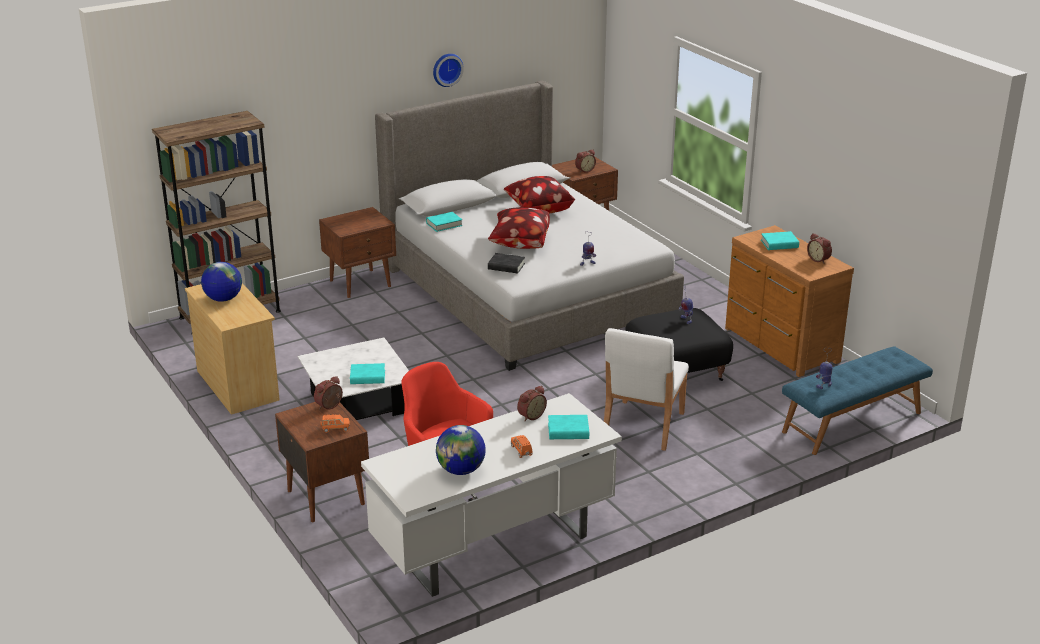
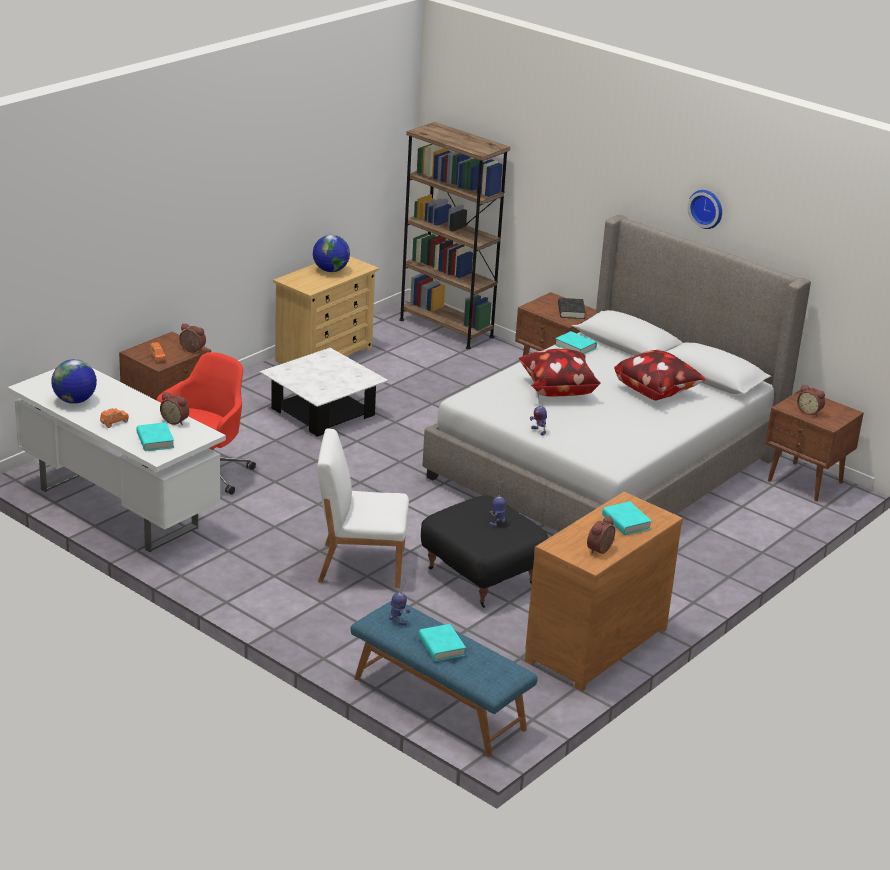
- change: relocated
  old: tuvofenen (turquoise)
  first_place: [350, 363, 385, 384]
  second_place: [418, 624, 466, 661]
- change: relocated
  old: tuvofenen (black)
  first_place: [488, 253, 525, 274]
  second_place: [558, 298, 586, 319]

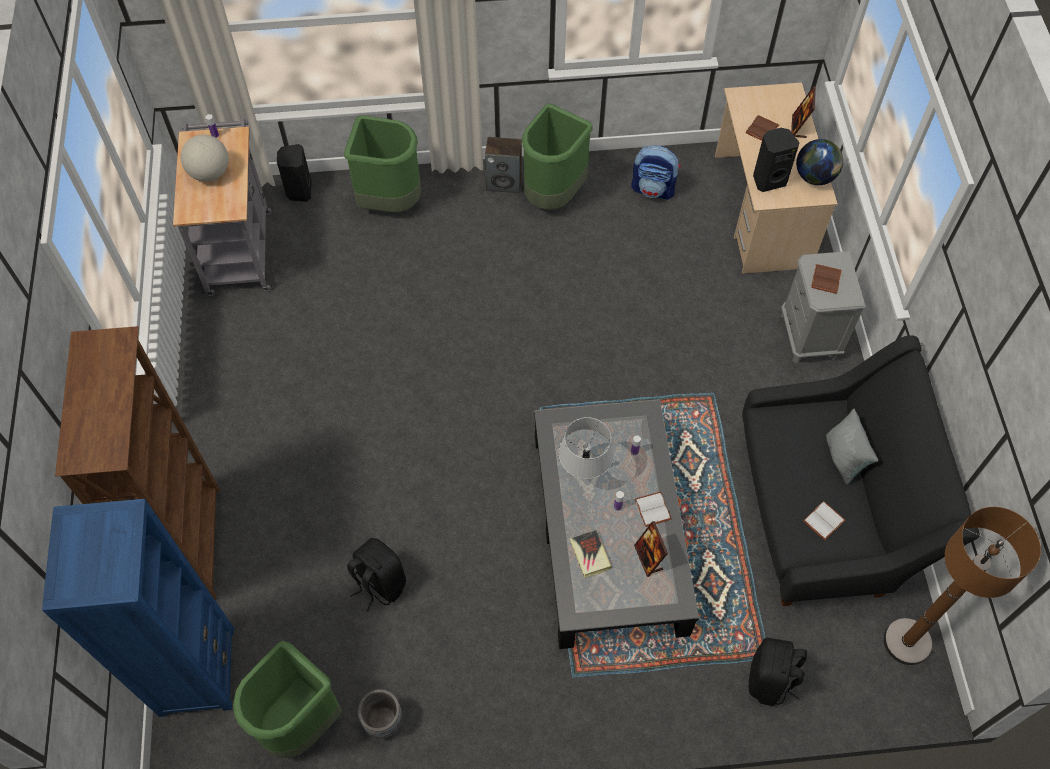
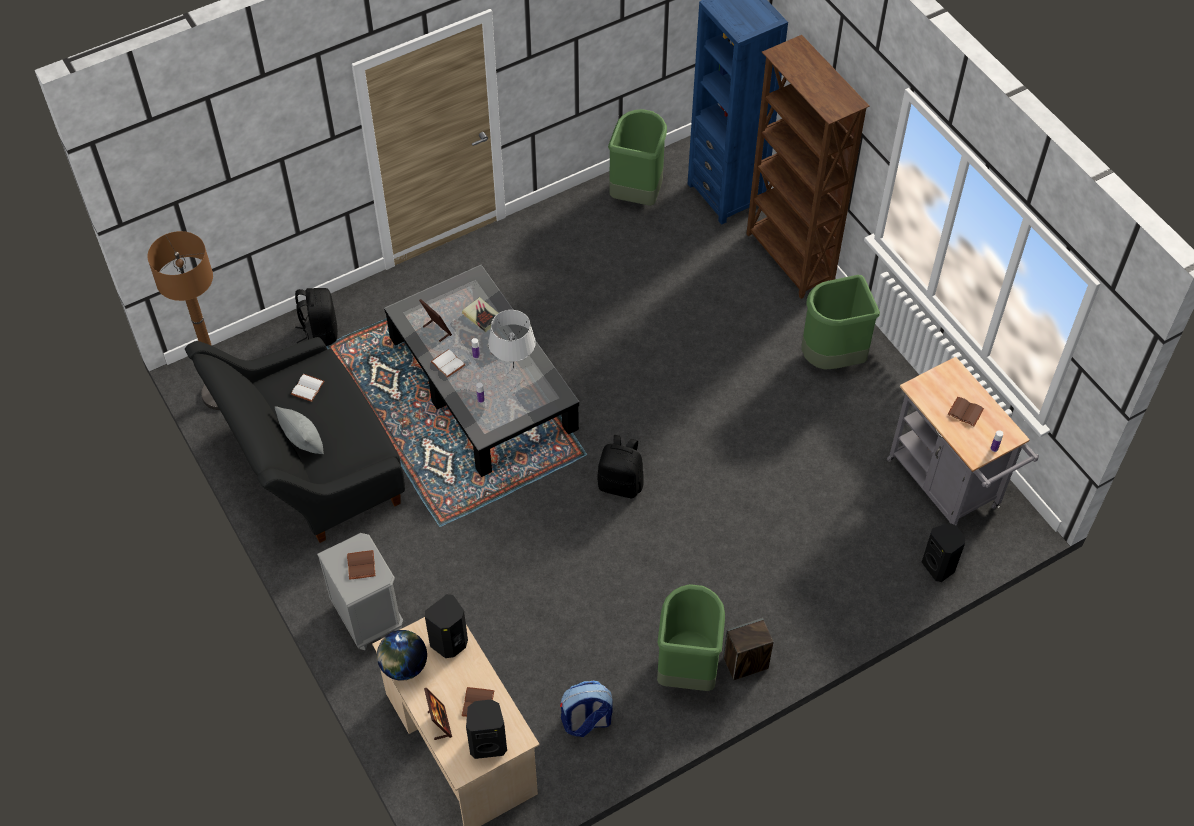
- change: appeared
  new: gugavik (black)
  second_place: [466, 700, 507, 759]
- change: relocated
  old: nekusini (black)
  first_place: [347, 538, 406, 612]
  second_place: [597, 435, 644, 498]
- change: relocated
  old: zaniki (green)
  first_place: [344, 115, 421, 212]
  second_place: [801, 275, 880, 370]
- change: exchanged
  old: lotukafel
  new: tuvofenen (brown)
  first_place: [181, 135, 229, 182]
  second_place: [948, 397, 984, 426]
- change: missing
  old: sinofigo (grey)
  first_place: [358, 689, 403, 739]

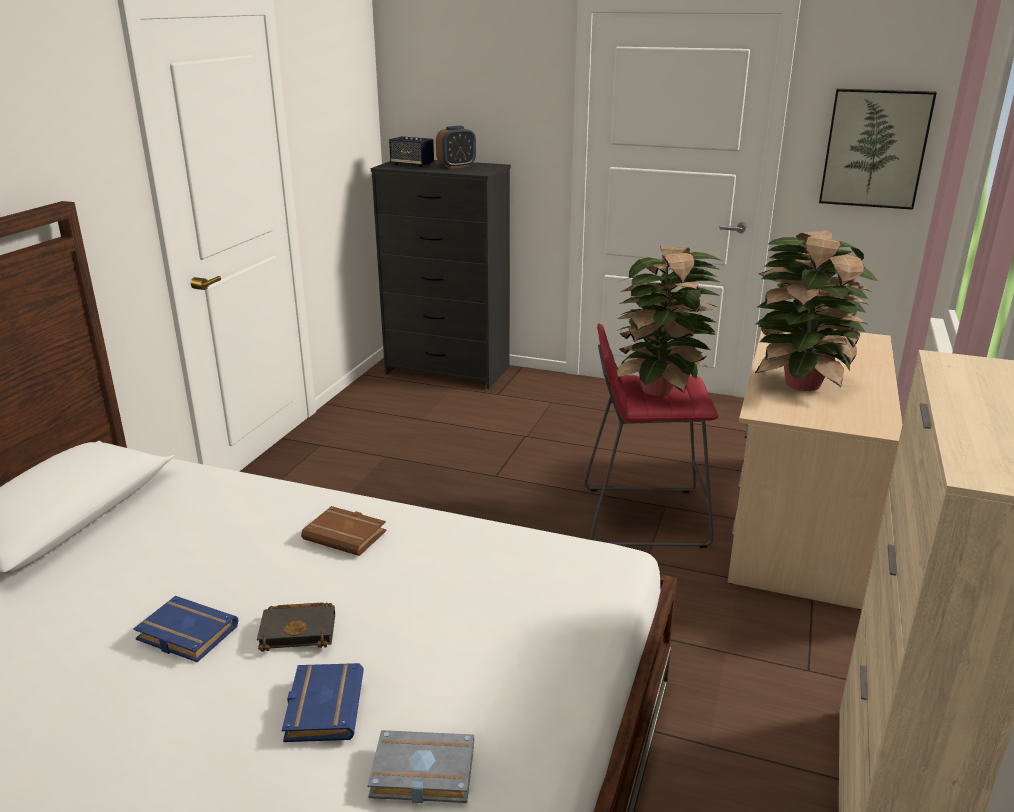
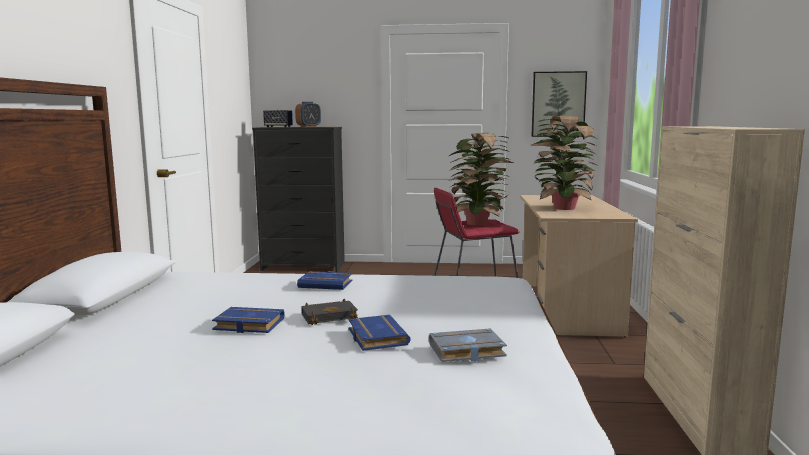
- change: colour
  old: tuvofenen (brown)
  new: tuvofenen (blue)
  first_place: [301, 506, 386, 556]
  second_place: [297, 271, 352, 290]

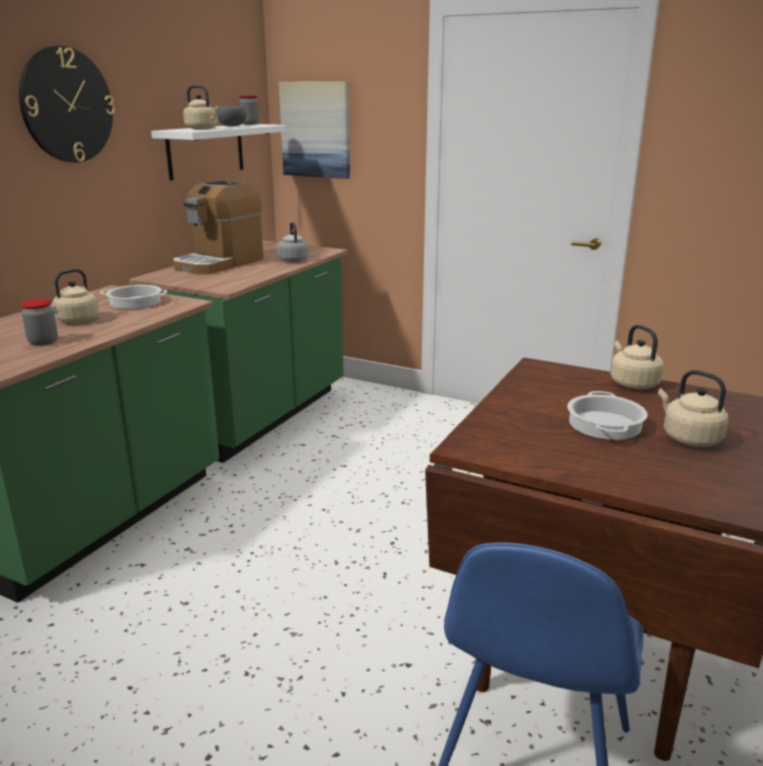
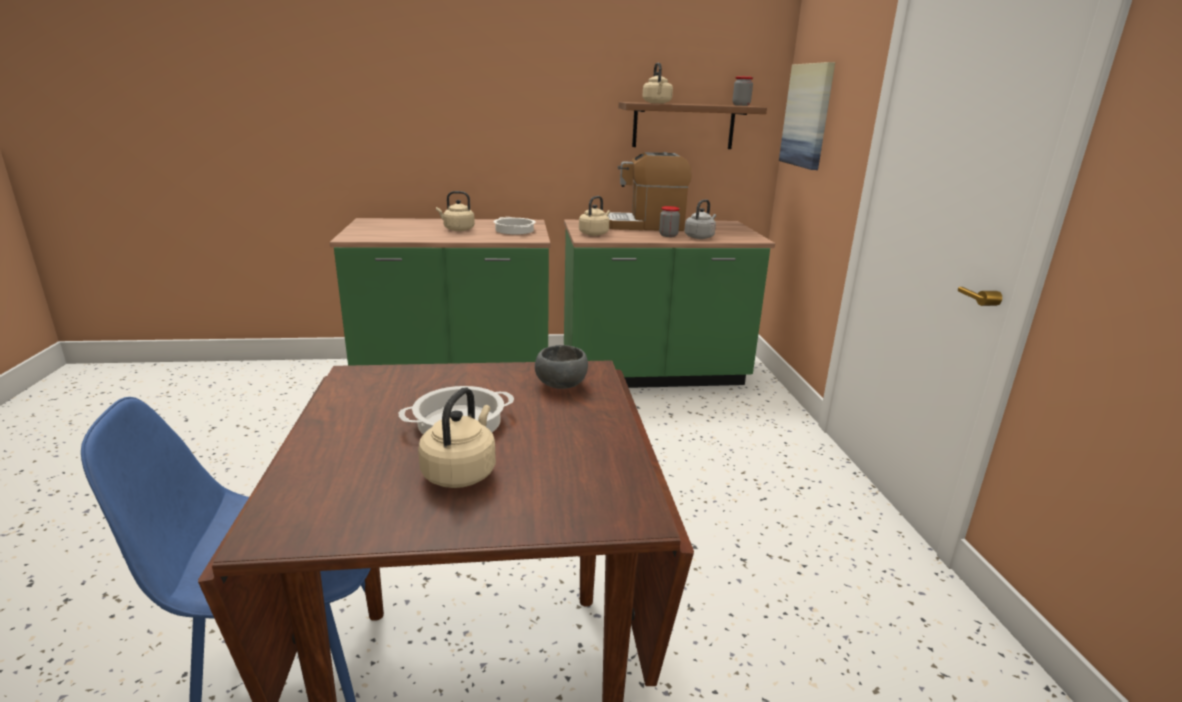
- change: relocated
  old: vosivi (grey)
  first_place: [217, 106, 246, 126]
  second_place: [535, 345, 588, 389]
- change: relocated
  old: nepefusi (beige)
  first_place: [611, 325, 664, 389]
  second_place: [579, 196, 610, 236]
- change: colour
  old: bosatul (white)
  new: bosatul (brown)
  first_place: [151, 124, 287, 181]
  second_place: [619, 102, 767, 149]
- change: relocated
  old: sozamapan
  first_place: [21, 299, 58, 346]
  second_place: [659, 206, 680, 237]
- change: missing
  old: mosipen
  first_place: [19, 46, 115, 163]

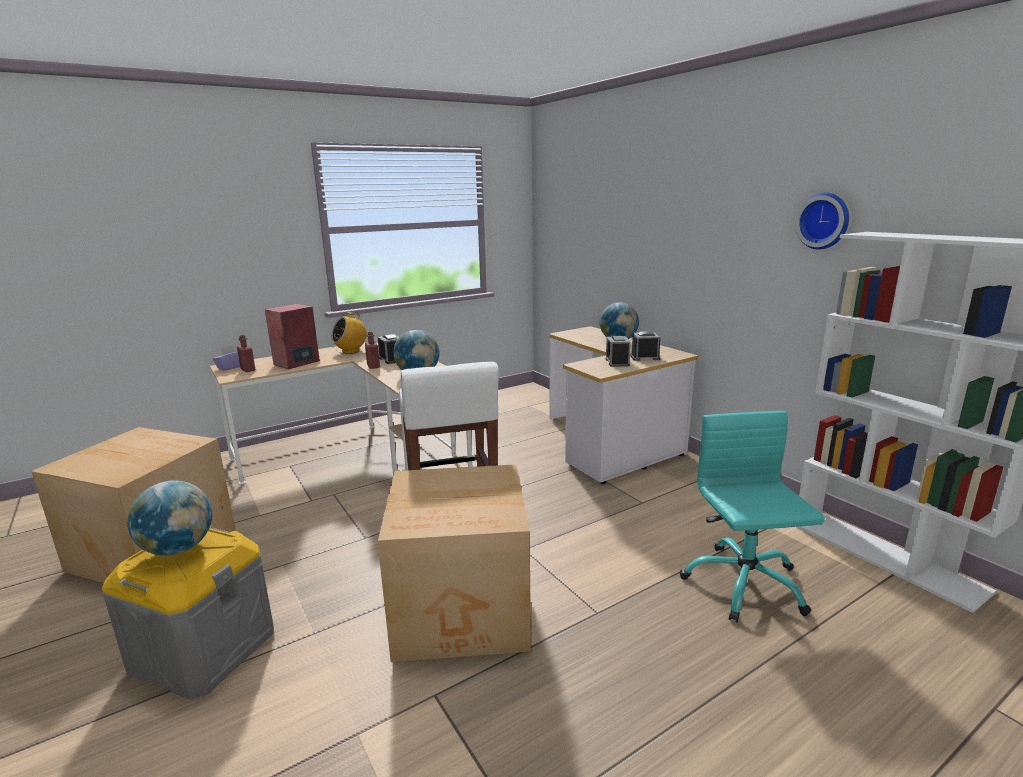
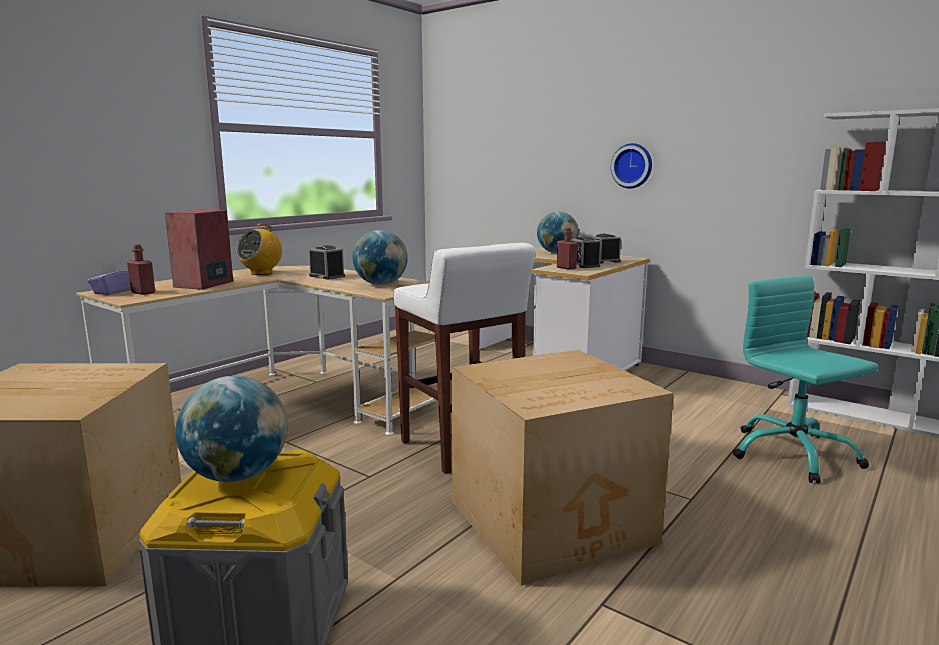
- change: relocated
  old: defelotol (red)
  first_place: [365, 331, 380, 369]
  second_place: [557, 228, 578, 270]
- change: relocated
  old: mosipen
  first_place: [795, 193, 849, 250]
  second_place: [611, 143, 652, 189]

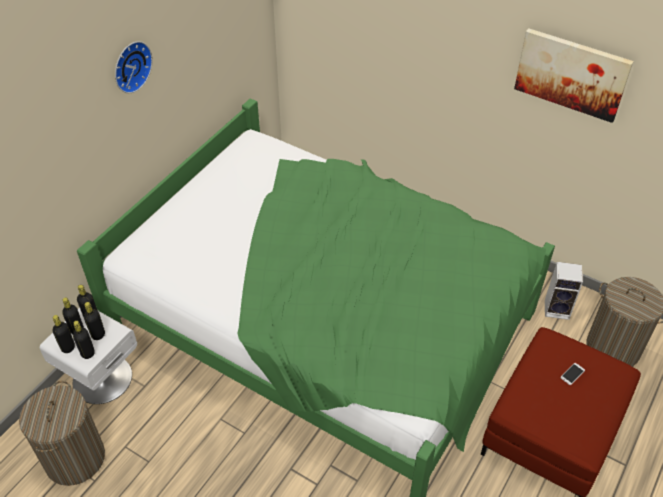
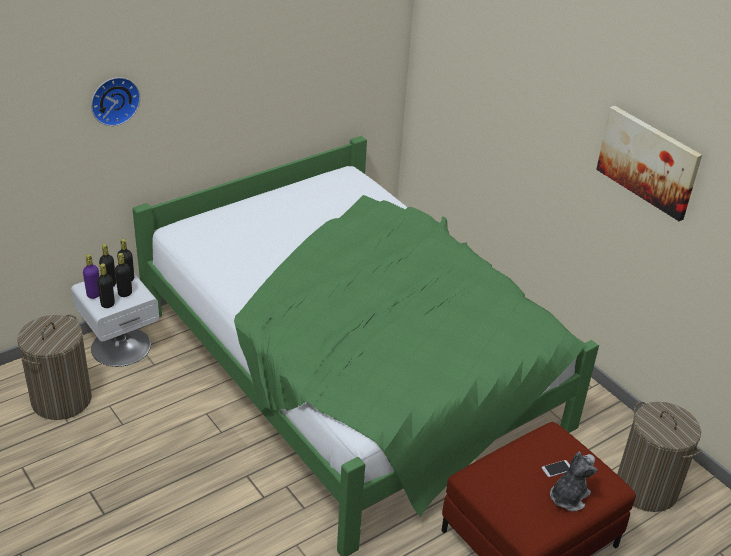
- change: colour
  old: defelotol (black)
  new: defelotol (purple)
  first_place: [53, 315, 75, 353]
  second_place: [83, 254, 99, 299]
- change: relocated
  old: mosipen
  first_place: [115, 41, 153, 93]
  second_place: [91, 77, 140, 126]
- change: appeared
  new: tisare
  second_place: [550, 451, 598, 512]
- change: missing
  old: gugavik
  first_place: [545, 262, 583, 320]

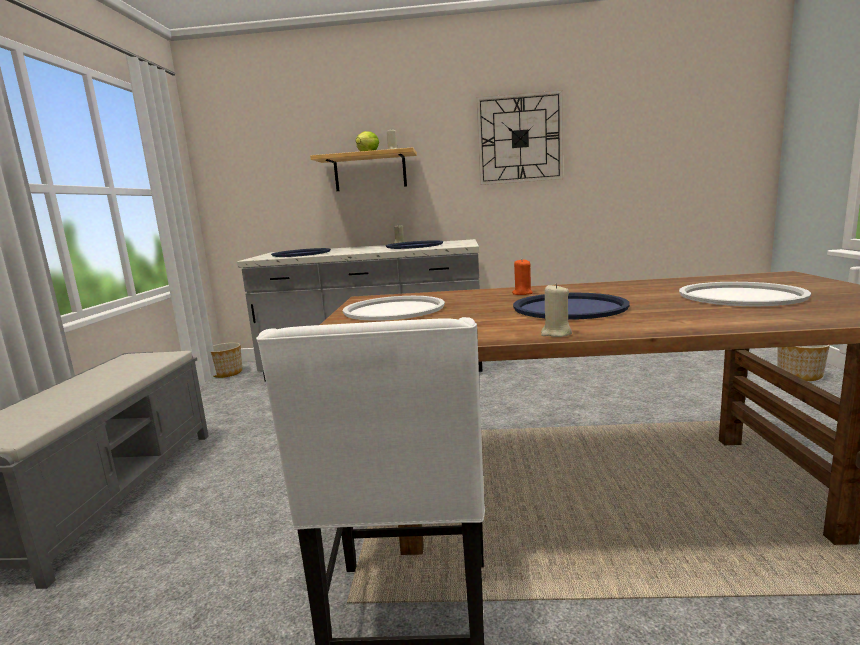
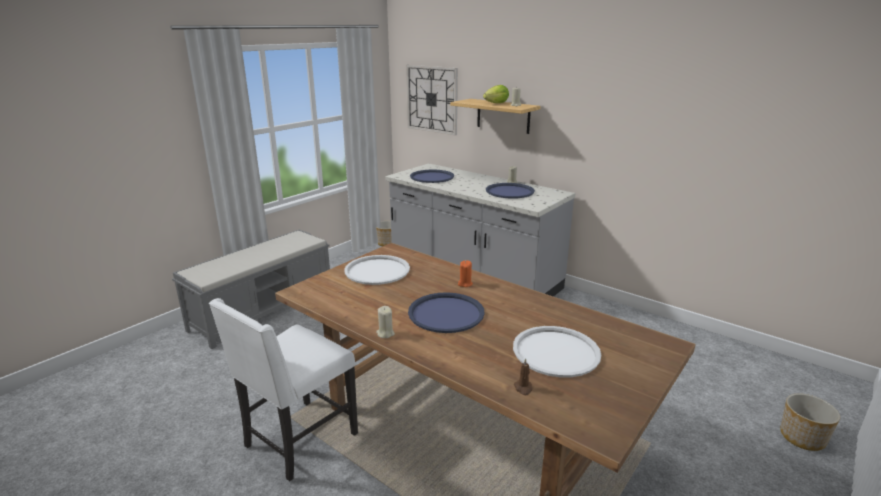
- change: relocated
  old: mosipen
  first_place: [476, 90, 563, 185]
  second_place: [406, 65, 458, 135]
- change: appeared
  new: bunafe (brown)
  second_place: [514, 358, 532, 395]

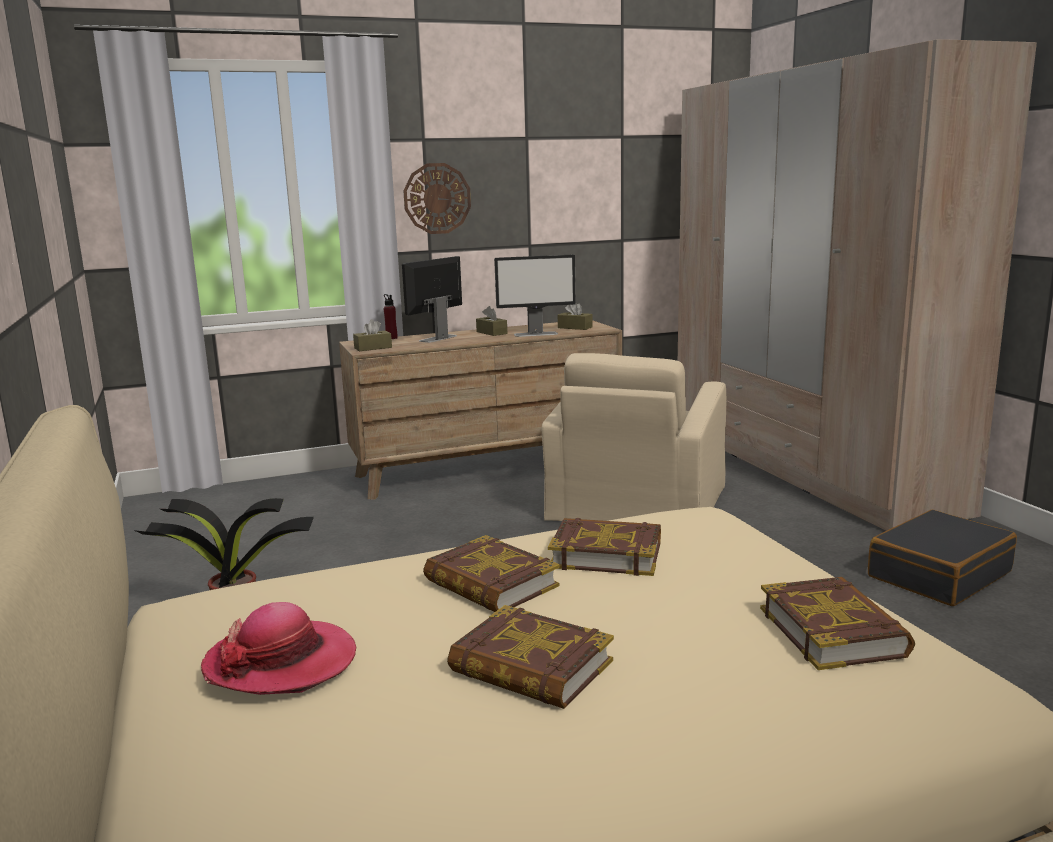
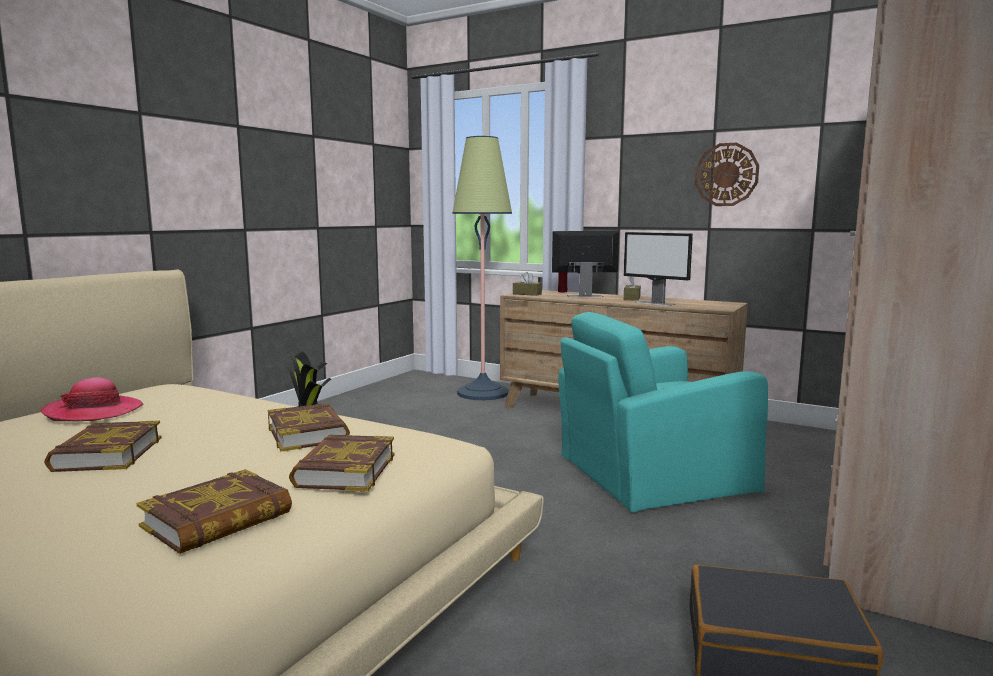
- change: relocated
  old: tuvofenen
  first_place: [423, 535, 560, 612]
  second_place: [289, 435, 395, 491]
- change: appeared
  new: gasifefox
  second_place: [452, 136, 512, 400]
- change: colour
  old: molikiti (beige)
  new: molikiti (turquoise)
  first_place: [542, 353, 726, 521]
  second_place: [558, 312, 768, 513]
- change: relocated
  old: mosipen
  first_place: [403, 163, 471, 234]
  second_place: [695, 143, 759, 206]
- change: missing
  old: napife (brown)
  first_place: [558, 304, 593, 330]

